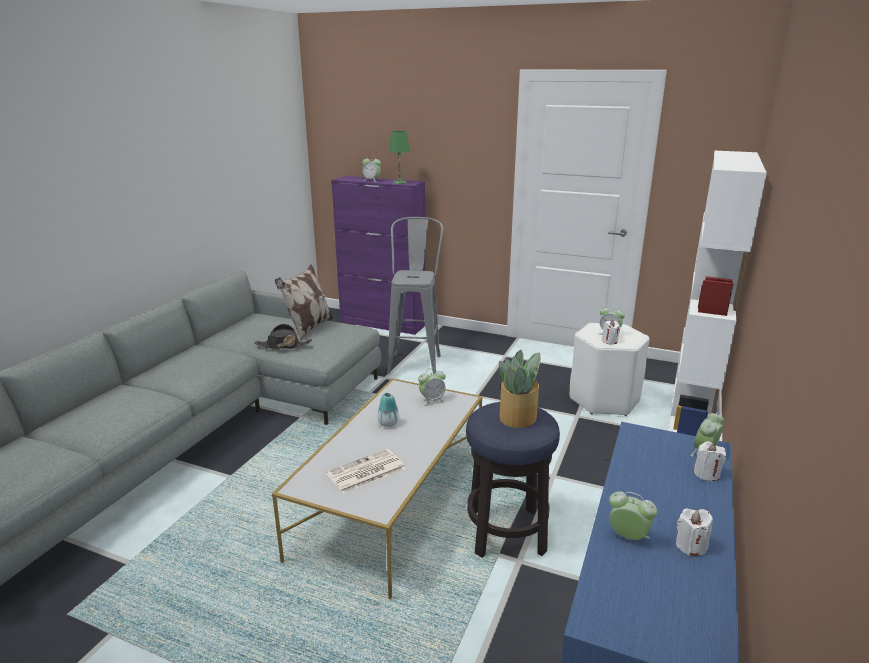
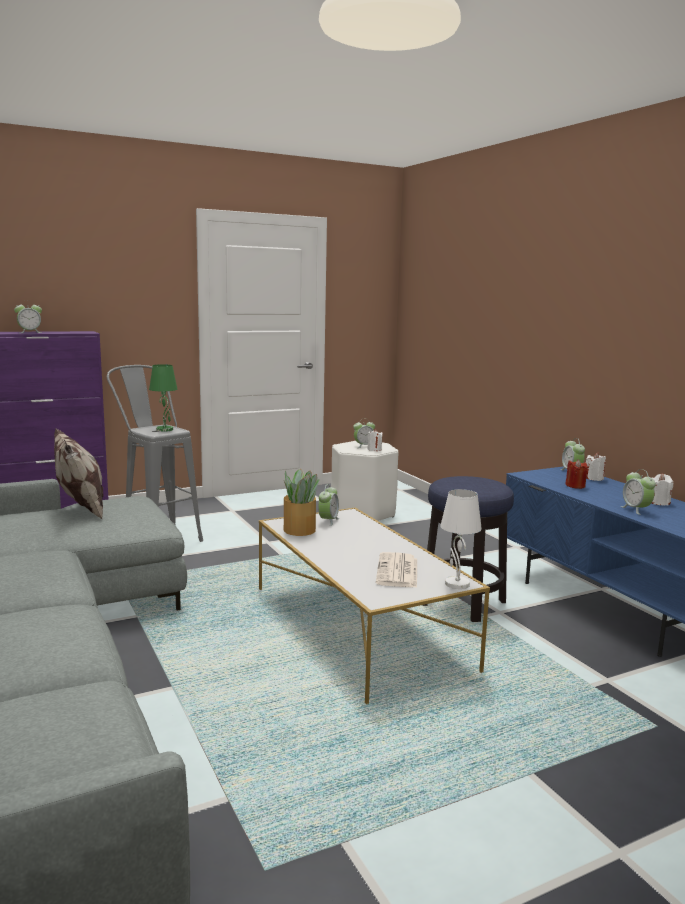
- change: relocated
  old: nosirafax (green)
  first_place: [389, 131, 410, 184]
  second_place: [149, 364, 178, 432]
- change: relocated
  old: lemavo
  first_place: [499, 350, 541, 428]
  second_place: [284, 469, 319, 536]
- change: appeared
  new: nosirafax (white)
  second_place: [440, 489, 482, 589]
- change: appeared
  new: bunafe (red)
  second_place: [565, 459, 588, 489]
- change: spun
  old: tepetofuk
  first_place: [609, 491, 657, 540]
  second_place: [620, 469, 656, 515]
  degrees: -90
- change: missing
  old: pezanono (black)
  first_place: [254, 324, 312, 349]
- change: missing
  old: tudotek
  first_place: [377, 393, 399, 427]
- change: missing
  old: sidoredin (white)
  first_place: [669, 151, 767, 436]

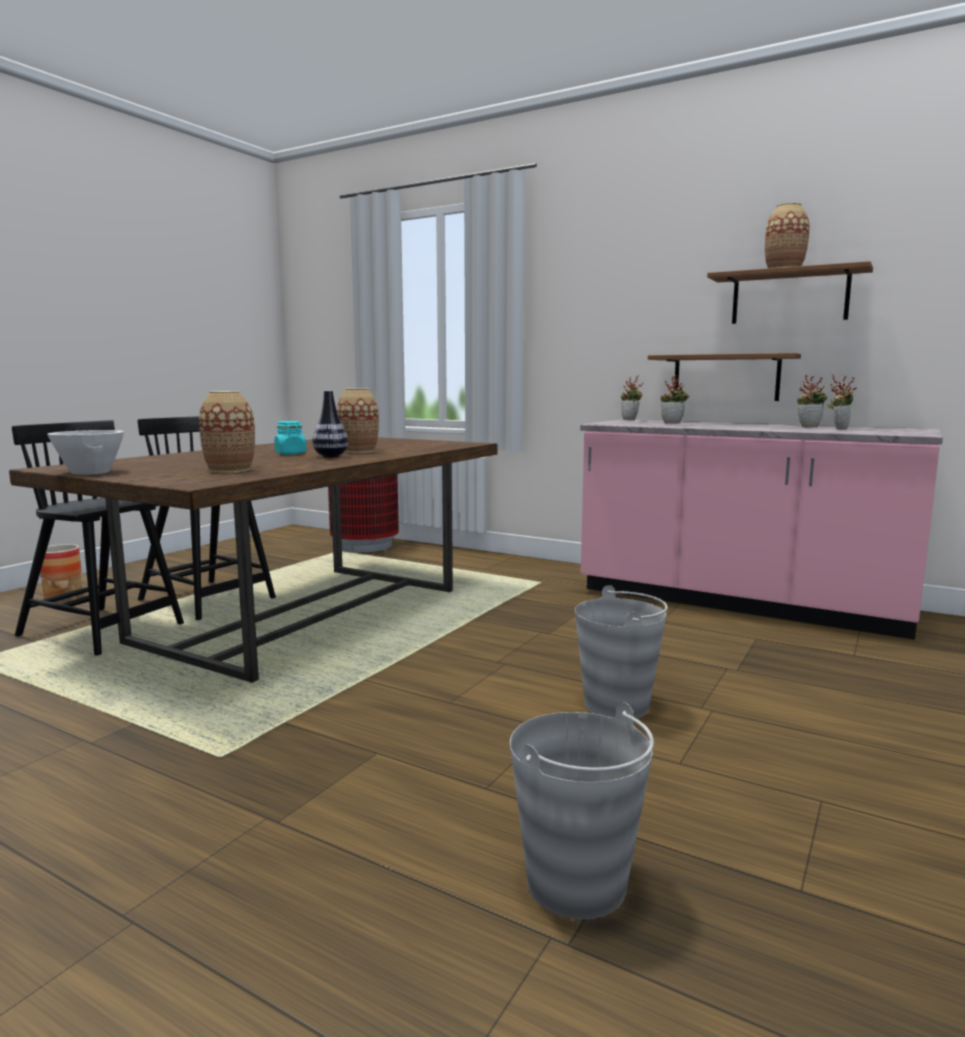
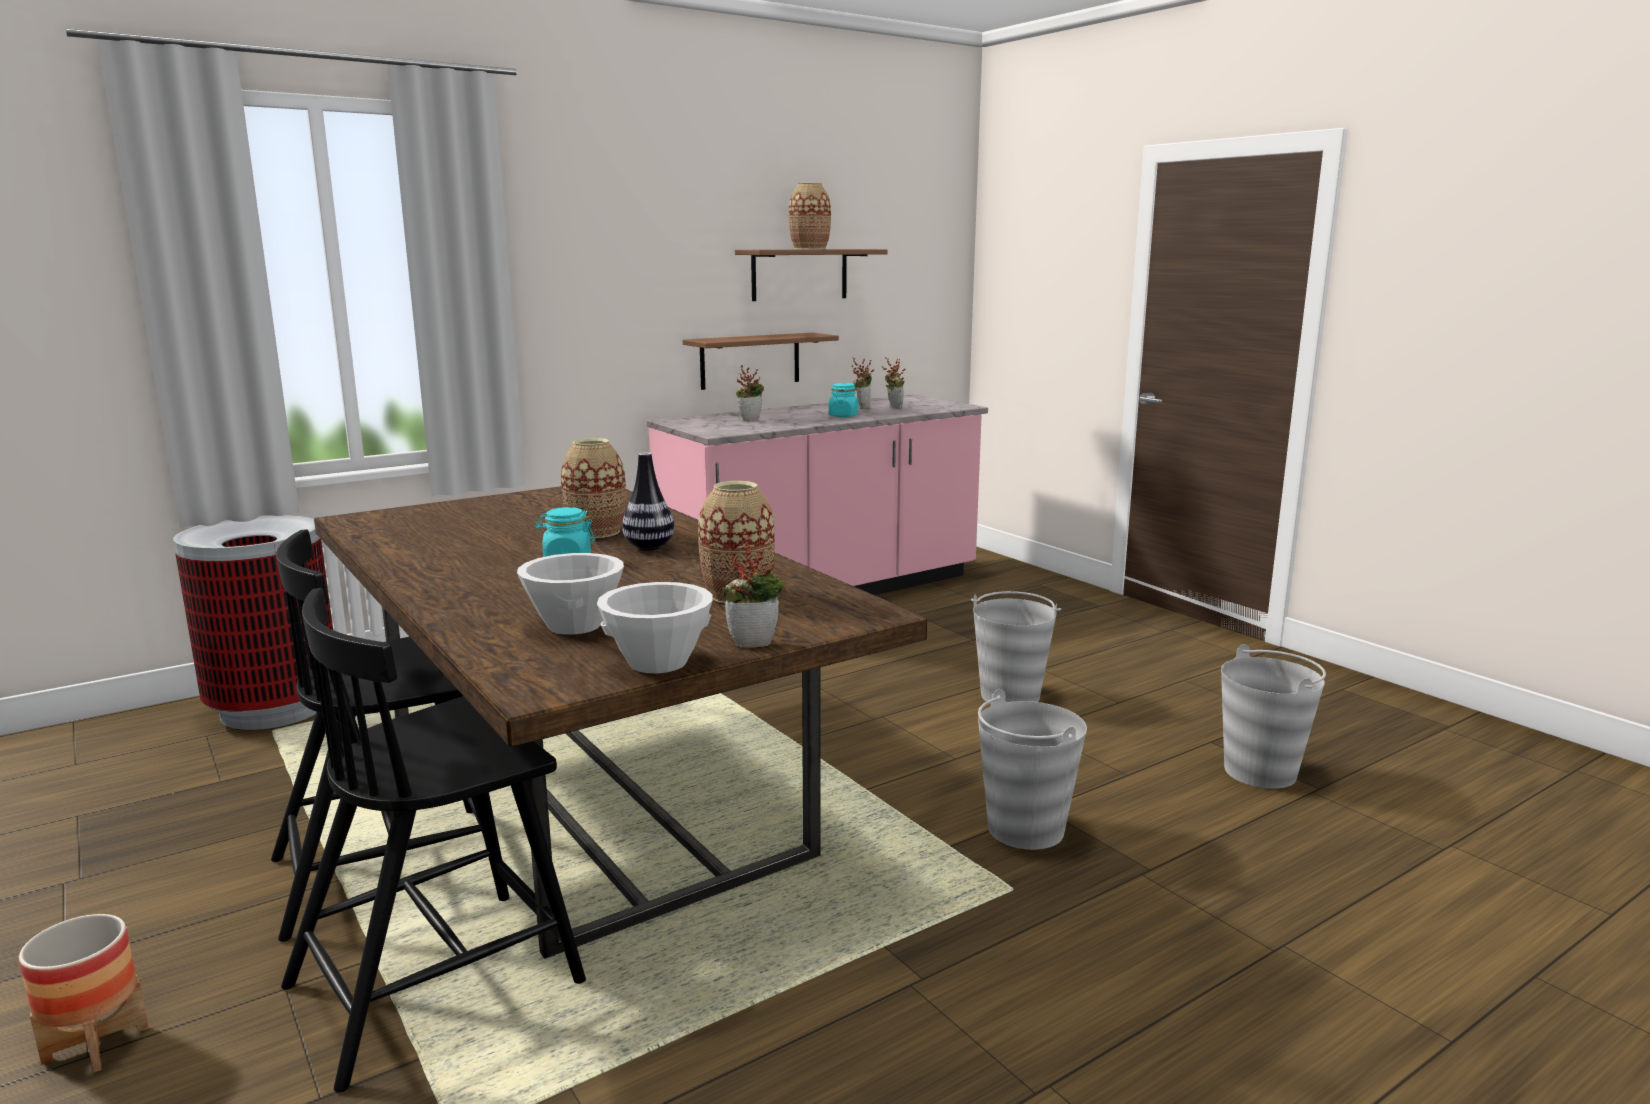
- change: appeared
  new: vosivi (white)
  second_place: [517, 553, 624, 635]
- change: relocated
  old: lemavo
  first_place: [621, 375, 643, 420]
  second_place: [722, 535, 787, 648]
- change: appeared
  new: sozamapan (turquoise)
  second_place: [829, 383, 858, 417]
- change: appeared
  new: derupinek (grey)
  second_place: [978, 689, 1087, 850]

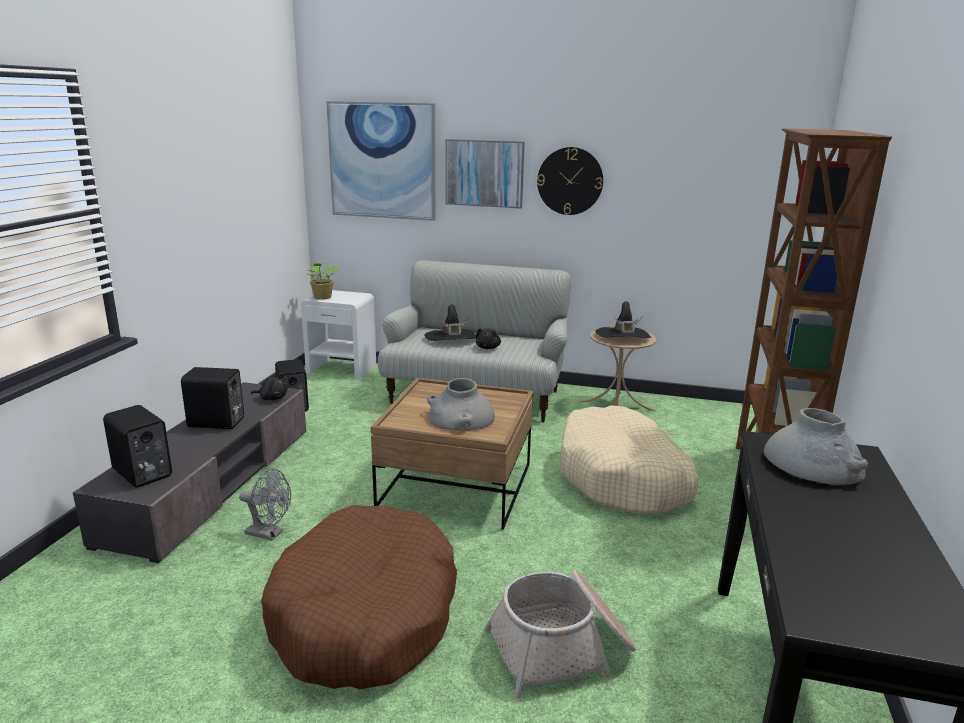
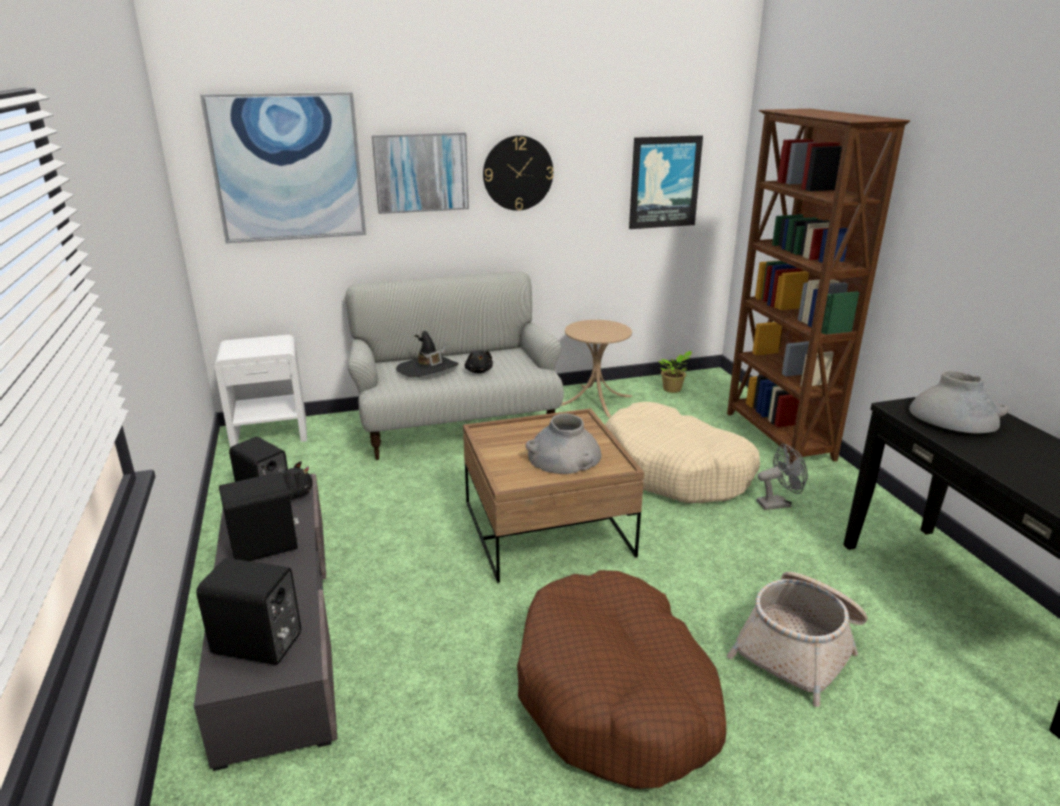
- change: appeared
  new: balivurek
  second_place: [629, 135, 703, 229]
- change: relocated
  old: lemavo
  first_place: [307, 261, 338, 300]
  second_place: [658, 351, 692, 393]
- change: relocated
  old: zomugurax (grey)
  first_place: [239, 469, 291, 541]
  second_place: [757, 444, 808, 510]
- change: missing
  old: pezanono (black)
  first_place: [595, 301, 651, 338]

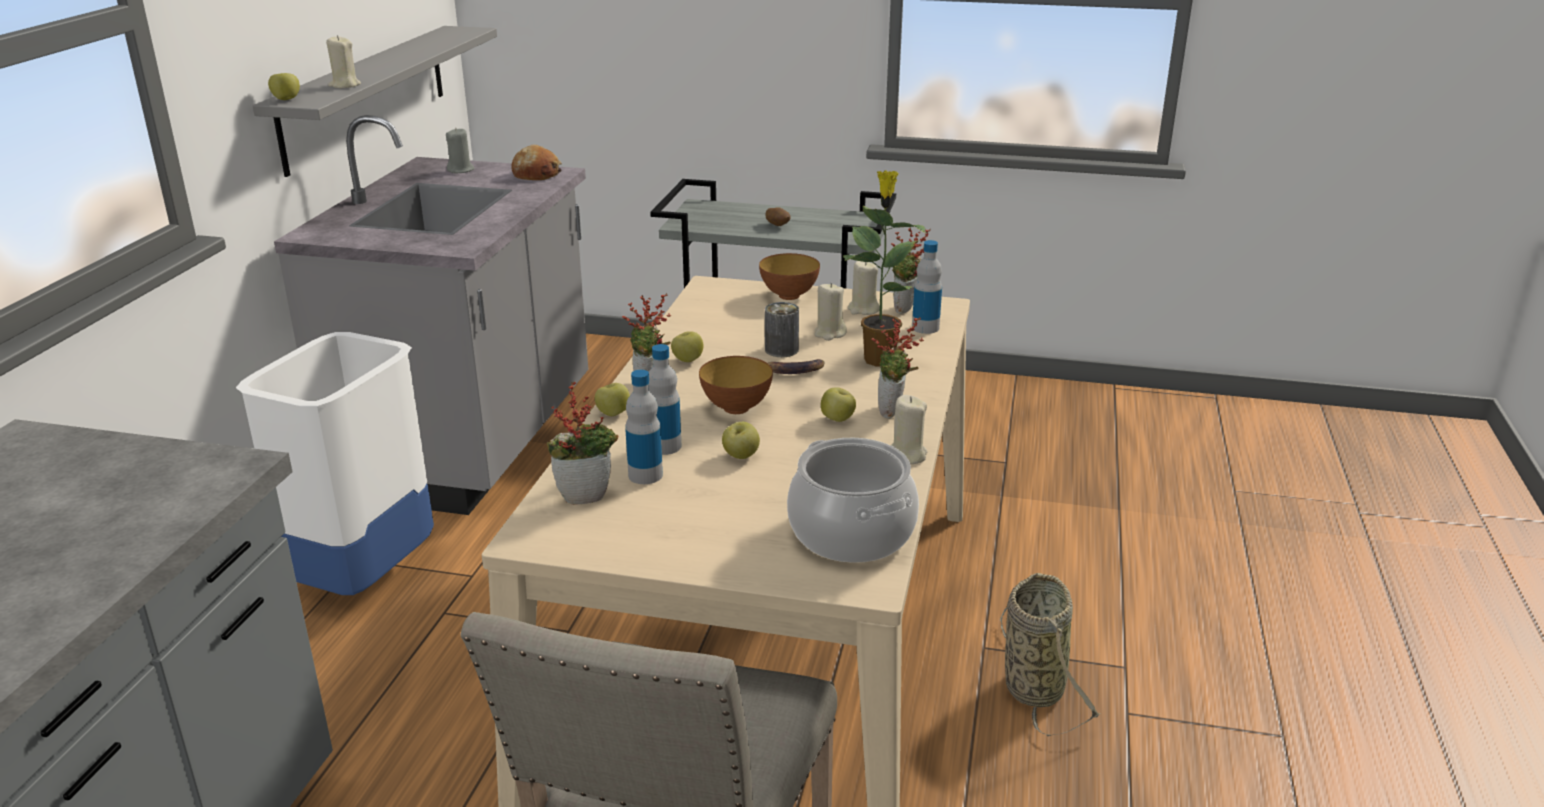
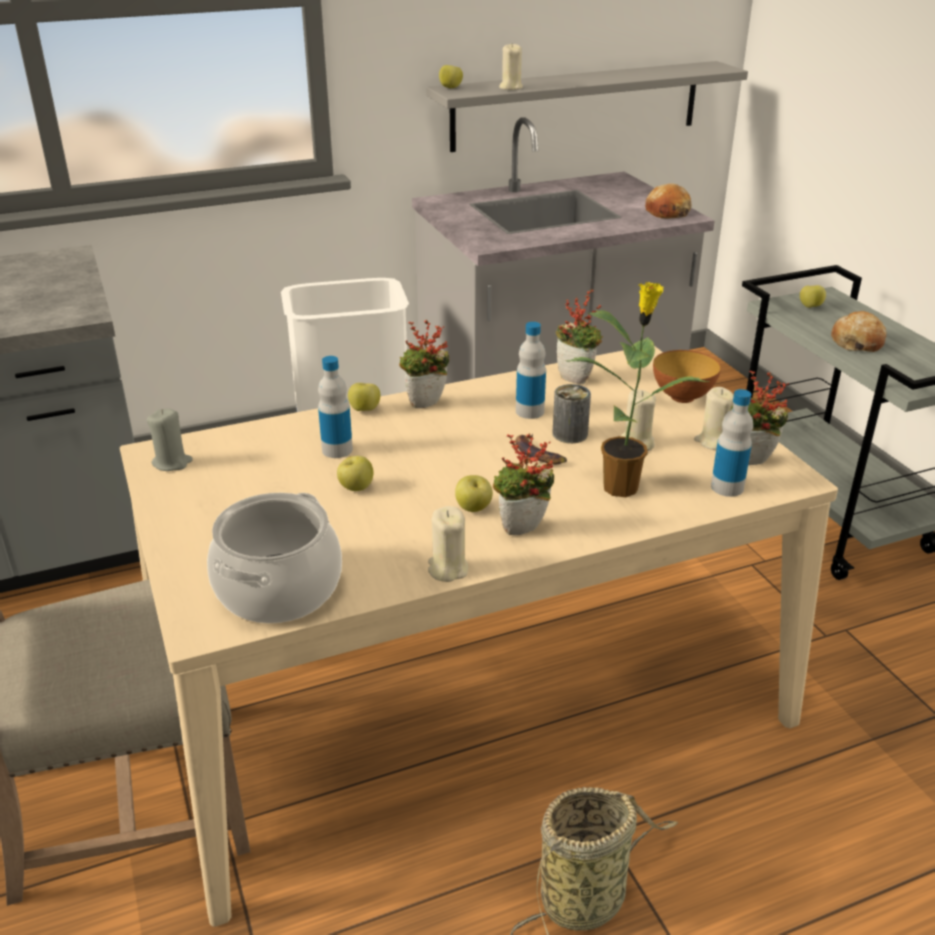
- change: relocated
  old: bunafe (grey)
  first_place: [446, 128, 475, 173]
  second_place: [147, 408, 193, 471]
- change: relocated
  old: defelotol
  first_place: [625, 370, 663, 484]
  second_place: [516, 322, 546, 419]
- change: relocated
  old: lemavo
  first_place: [547, 382, 619, 505]
  second_place: [556, 289, 603, 384]
- change: relocated
  old: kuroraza
  first_place: [671, 331, 703, 362]
  second_place: [800, 285, 826, 308]
- change: exchanged
  old: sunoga
  new: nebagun
  first_place: [765, 207, 791, 226]
  second_place: [831, 311, 886, 352]
- change: missing
  old: vosivi
  first_place: [699, 356, 773, 414]

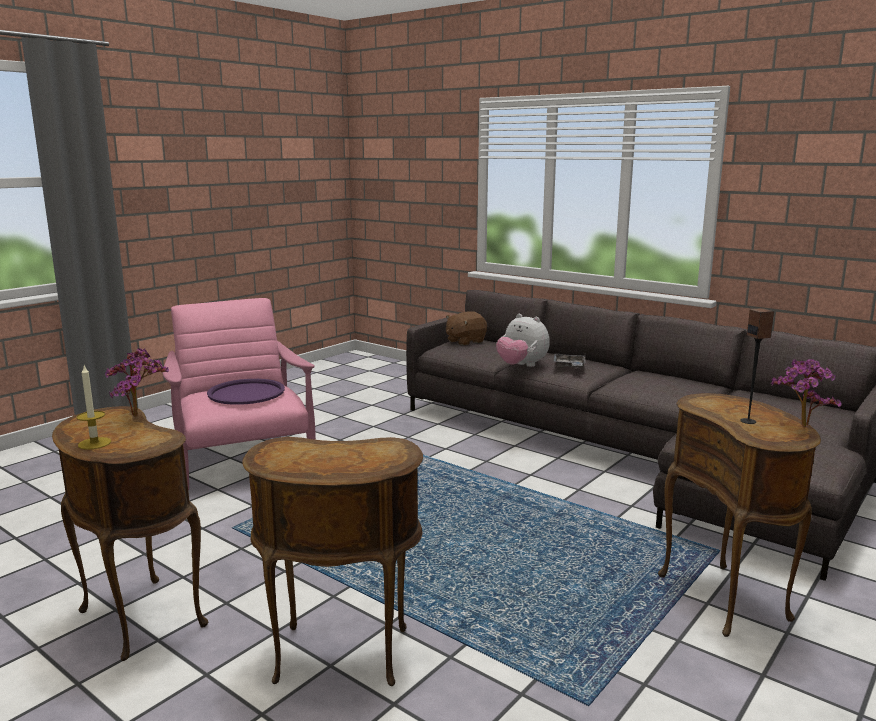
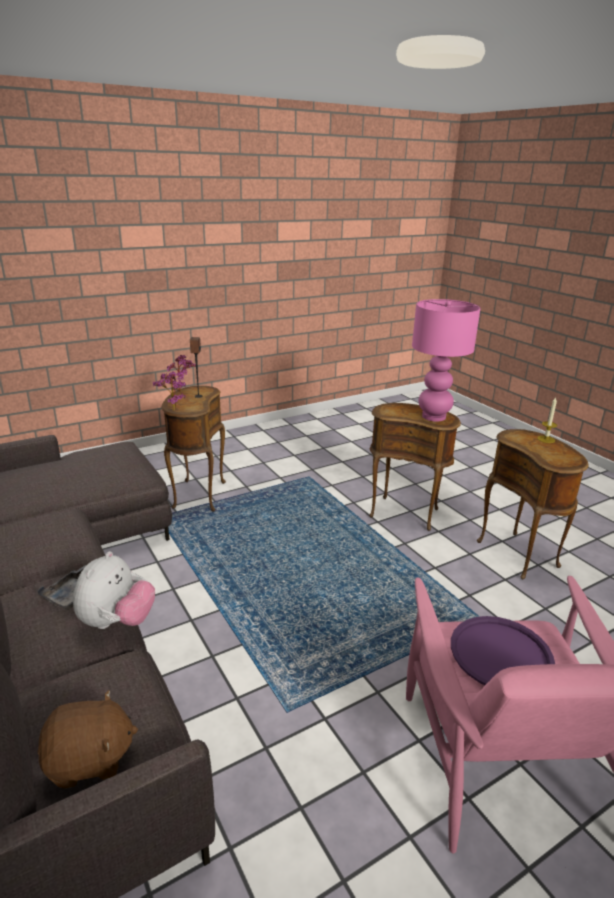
- change: spun
  old: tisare
  first_place: [496, 314, 550, 367]
  second_place: [73, 551, 155, 629]
  degrees: 45
- change: relocated
  old: lemavo
  first_place: [105, 348, 169, 417]
  second_place: [153, 372, 186, 411]
- change: appeared
  new: nosirafax (pink)
  second_place: [412, 299, 481, 422]

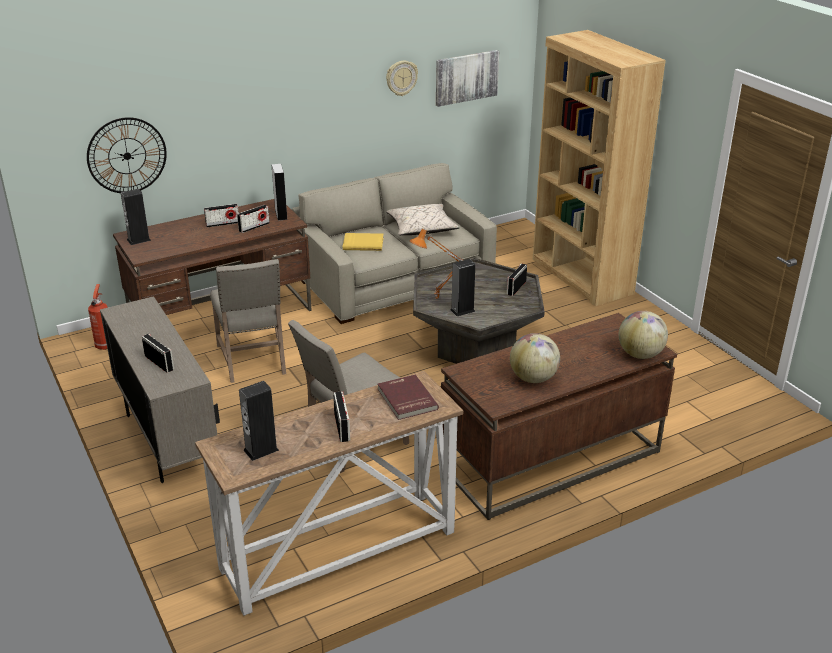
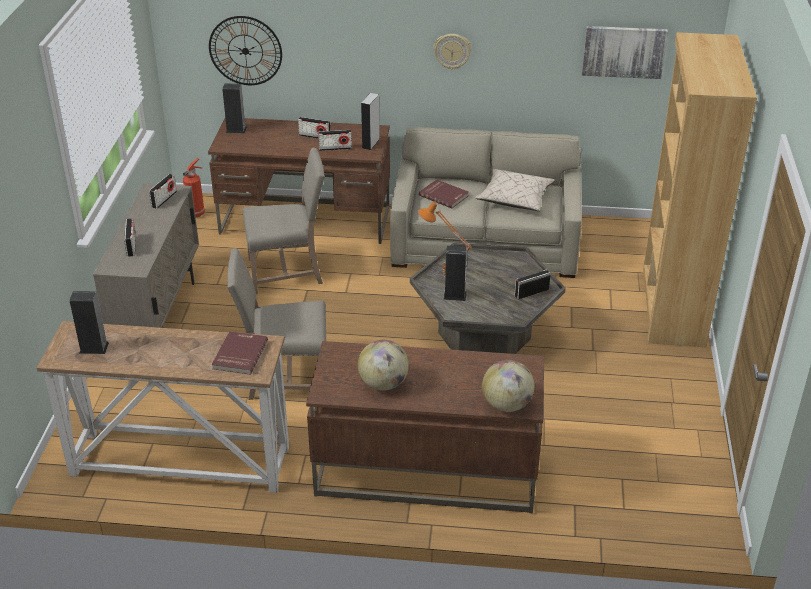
- change: relocated
  old: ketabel
  first_place: [333, 391, 350, 442]
  second_place: [149, 174, 177, 209]
- change: spun
  old: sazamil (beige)
  first_place: [210, 259, 286, 383]
  second_place: [243, 148, 325, 294]
  degrees: -120
- change: colour
  old: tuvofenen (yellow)
  new: tuvofenen (red)
  first_place: [343, 233, 384, 251]
  second_place: [419, 179, 469, 208]
- change: relocated
  old: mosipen
  first_place: [386, 61, 418, 96]
  second_place: [433, 34, 471, 70]

